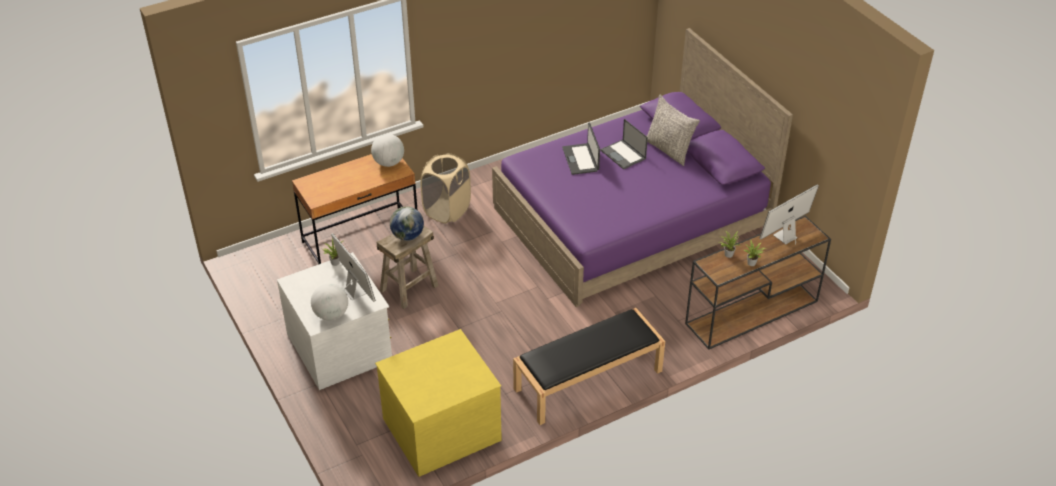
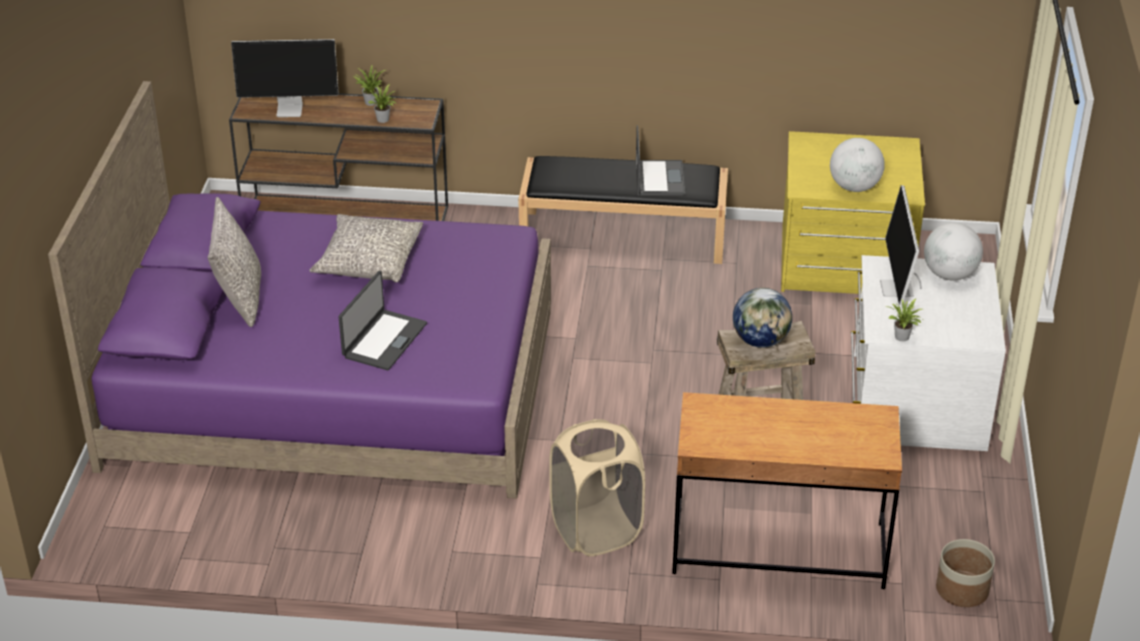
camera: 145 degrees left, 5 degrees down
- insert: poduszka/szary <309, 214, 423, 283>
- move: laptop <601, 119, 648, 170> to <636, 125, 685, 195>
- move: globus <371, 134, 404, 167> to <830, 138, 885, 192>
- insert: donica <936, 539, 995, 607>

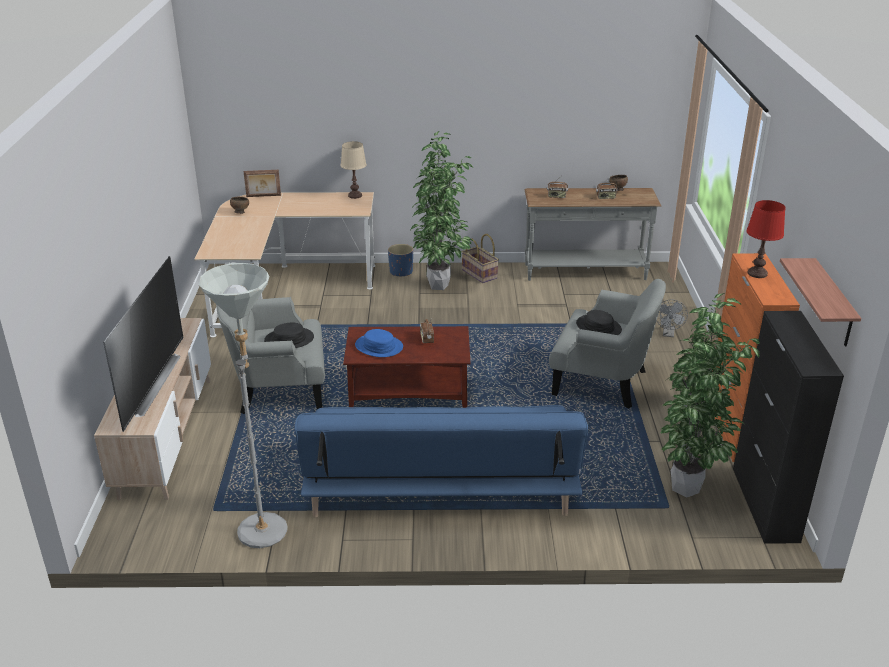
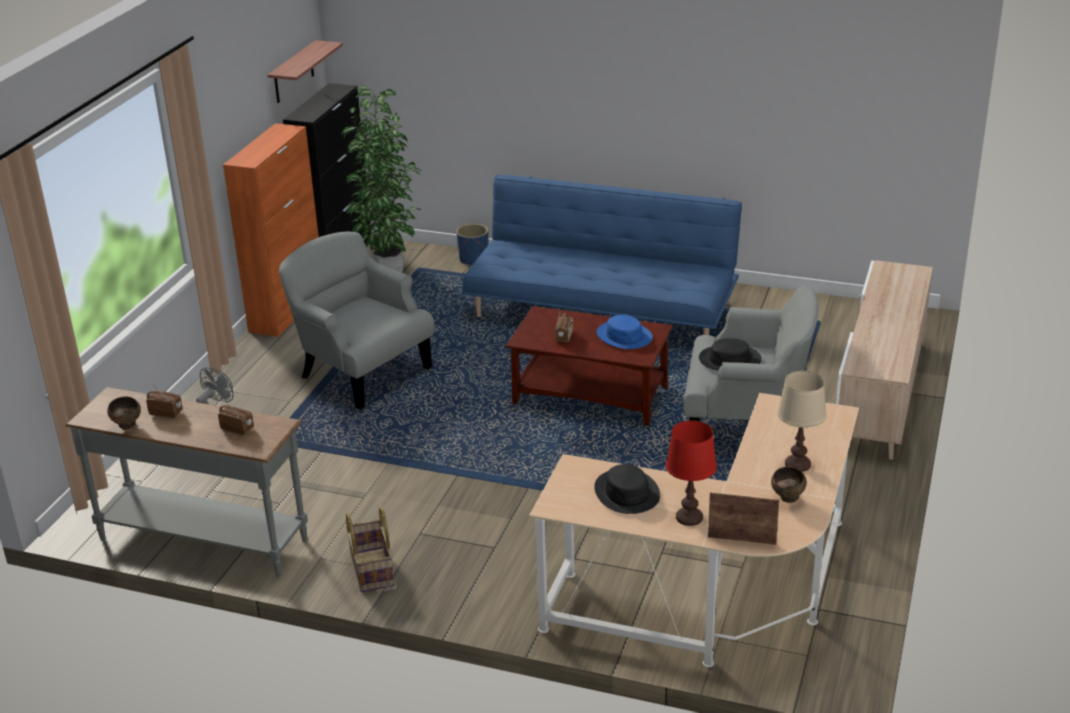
camera: 160 degrees left, 0 degrees up
- move: donica/niebieski <388, 244, 413, 276> to <456, 224, 489, 265>
- move: kapelusz/czarny <576, 310, 622, 335> to <594, 464, 660, 514>
- move: lampa stołowa/czerwony <746, 200, 786, 278> to <666, 420, 717, 526>
- move: lampa stołowa/beżowy <340, 141, 367, 199> to <777, 371, 827, 472>
- delete: telewizor <103, 256, 184, 432>
- delete: lampa stojąca/szary <198, 263, 288, 548>
- delete: roślina doniczkowa <411, 131, 473, 290>

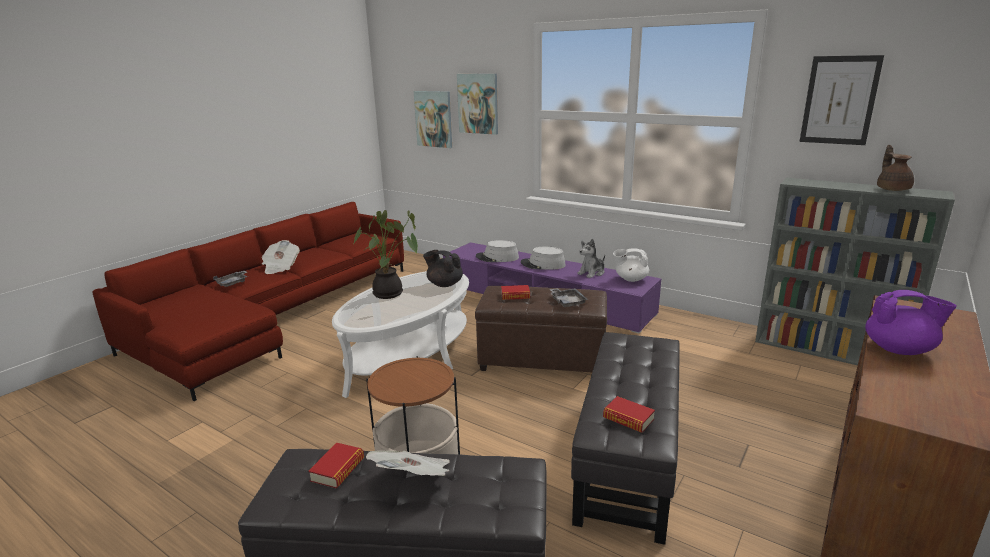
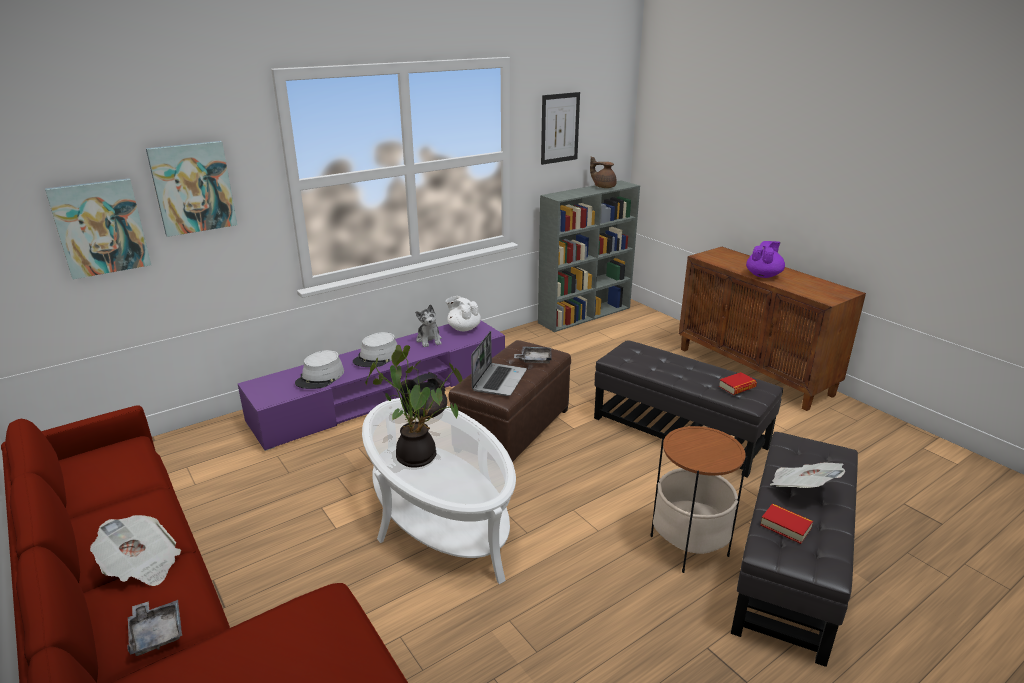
camera: 70 degrees left, 5 degrees up
- rotate: imbryk/biały <613, 248, 649, 282> = <446, 296, 481, 331> 105 degrees clockwise
- replace: książka <501, 285, 530, 300> to laptop <471, 331, 527, 396>

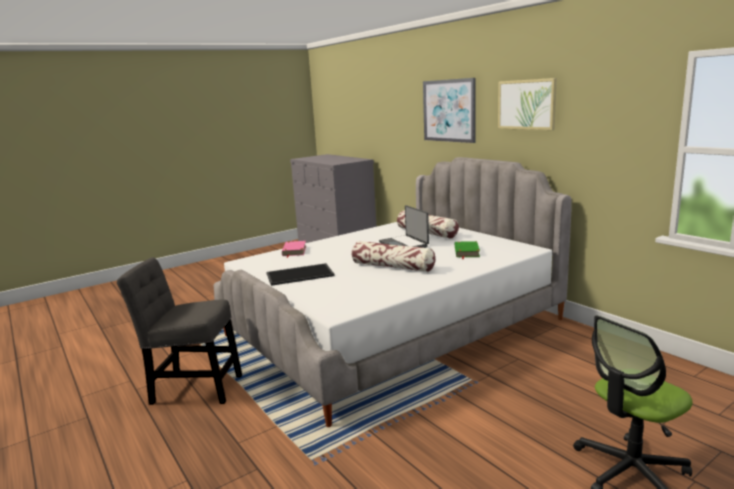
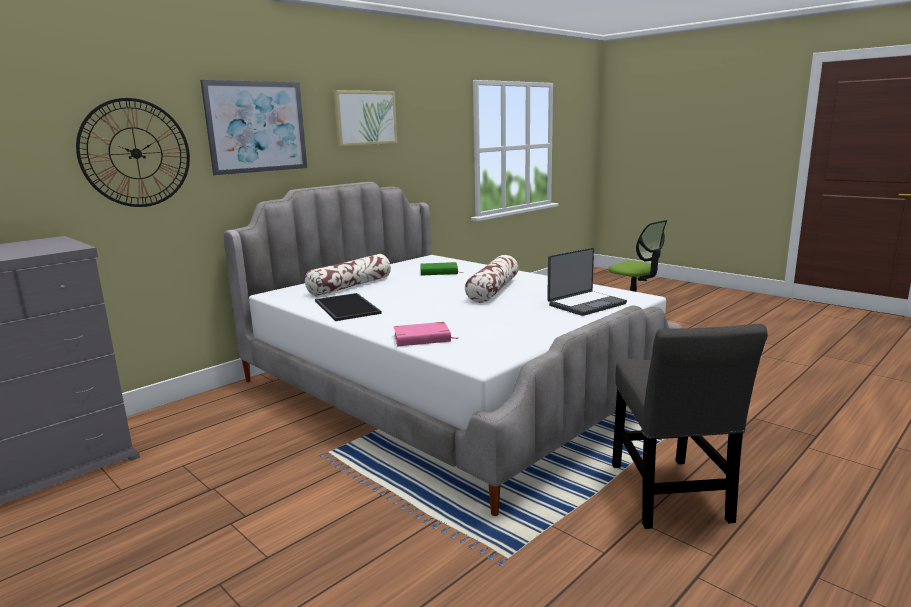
camera: 100 degrees left, 0 degrees up
- insert: zegar ścienny <76, 98, 190, 207>
- move: taca <266, 263, 335, 286> to <315, 293, 382, 321>
- move: laptop <379, 205, 429, 248> to <547, 248, 627, 316>

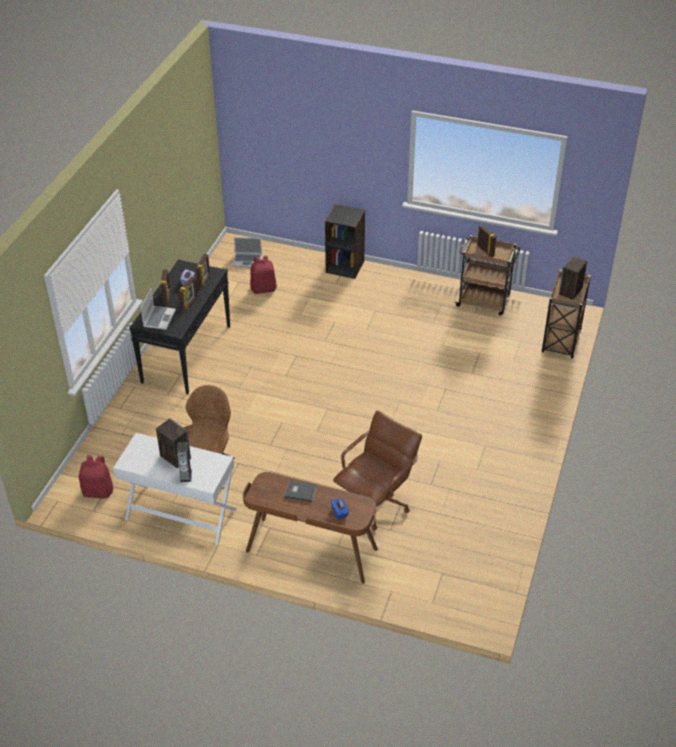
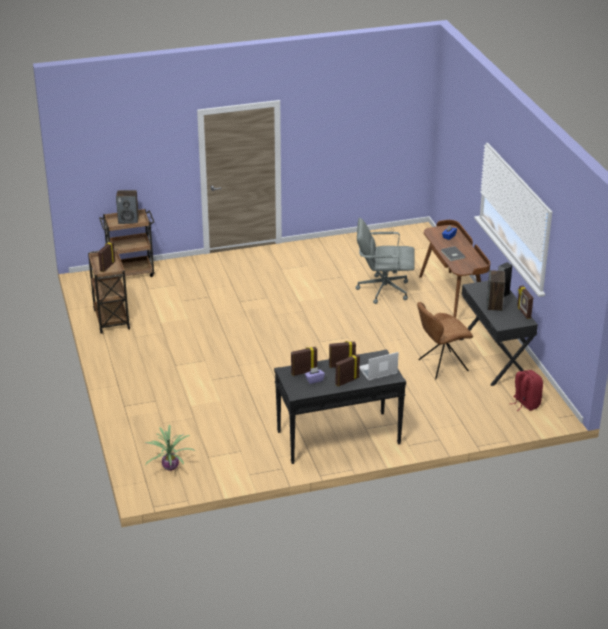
camera: 125 degrees left, 10 degrees down
- replace: laptop <233, 237, 262, 267> to roślina doniczkowa <145, 425, 195, 471>
- recolor: krzesło biurowe/brązowy <333, 411, 422, 531> to krzesło biurowe/szary <356, 218, 415, 304>
- recolor: biurko/biały <113, 433, 237, 545> to biurko/czarny <460, 281, 538, 386>
- insert: ramka na zdjęcie <517, 286, 533, 319>
- delete: plecak/czerwony <250, 256, 277, 294>
- delete: regał/czarny <325, 204, 365, 279>

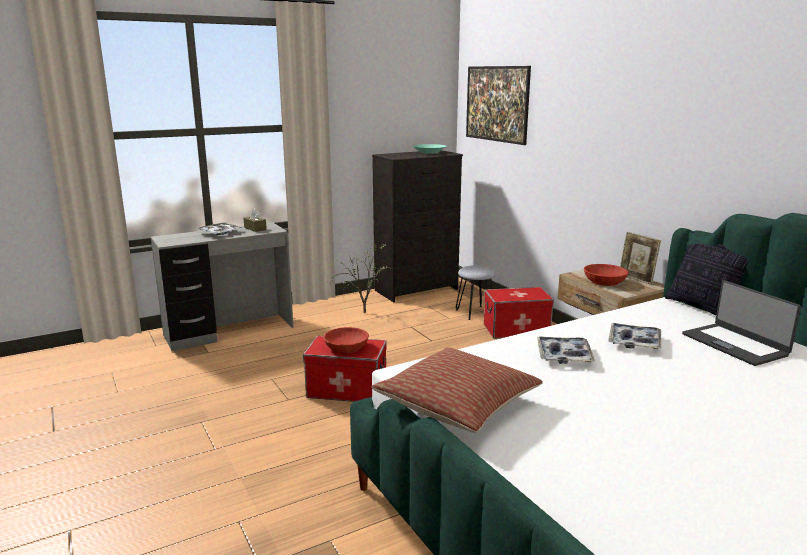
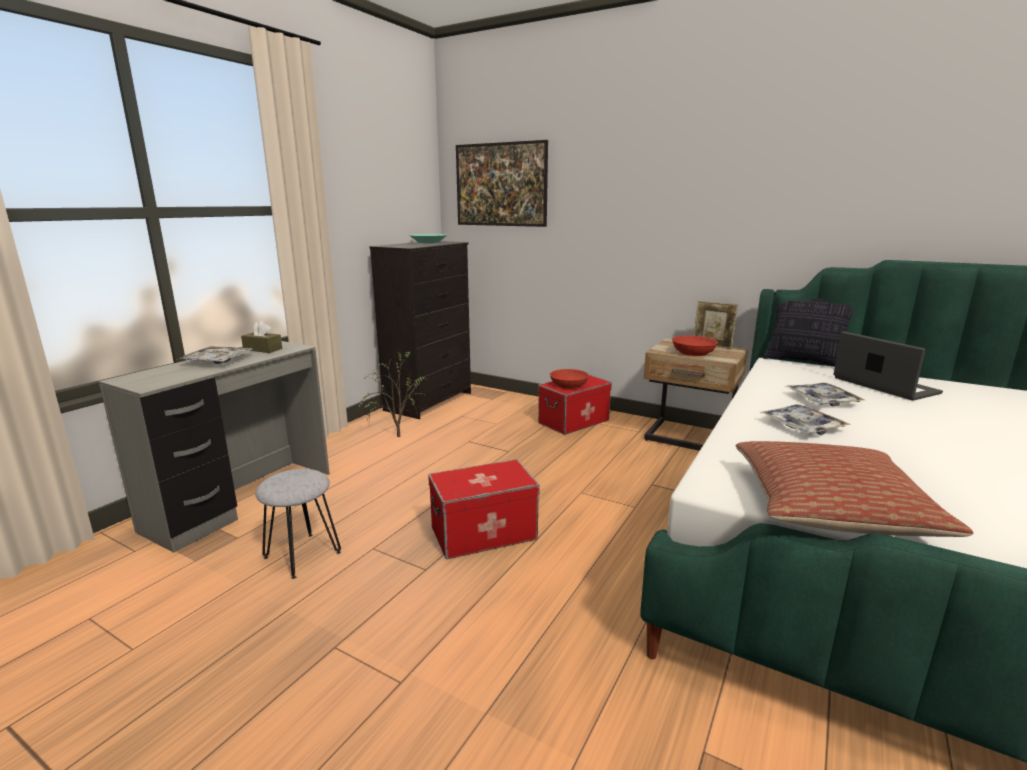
camera: 30 degrees left, 0 degrees up
- move: stołek/szary <456, 265, 496, 320> to <255, 469, 341, 579>
- move: miska/czerwony <323, 327, 369, 354> to <550, 369, 589, 389>
- rotate: laptop <682, 280, 801, 366> = <833, 331, 943, 401> 150 degrees counterclockwise

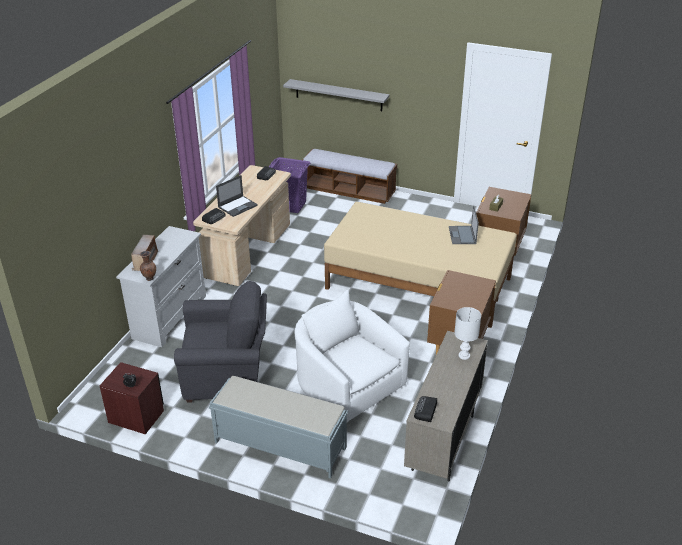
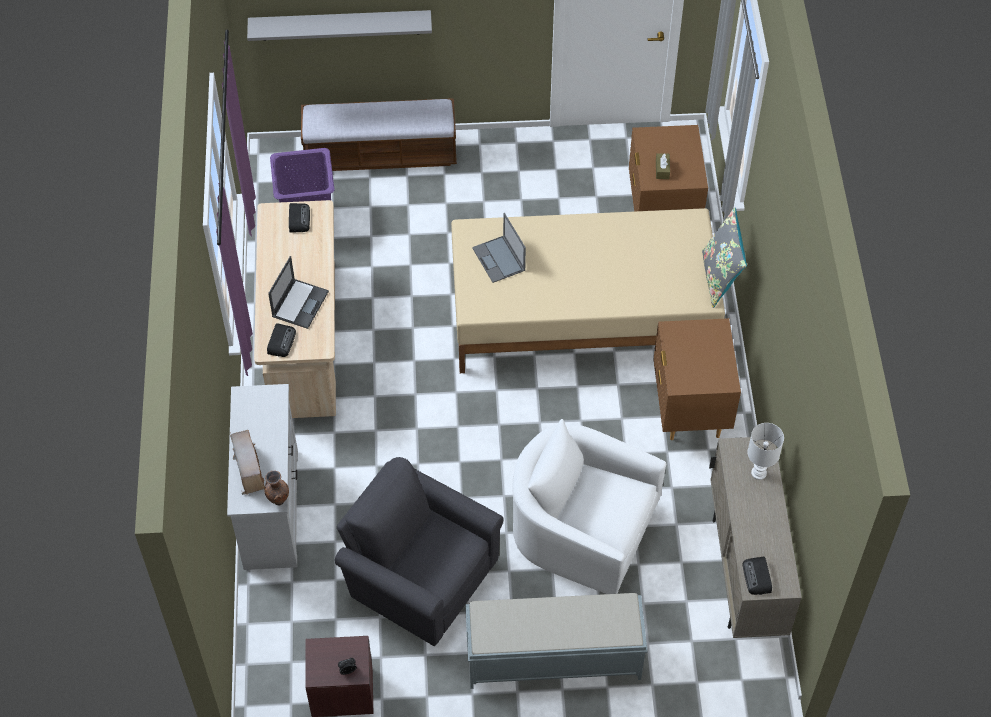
camera: 25 degrees left, 20 degrees up
- rotate: fotel/szary <174, 281, 267, 403> = <335, 457, 503, 646> 120 degrees counterclockwise
- move: laptop <449, 206, 479, 244> to <472, 213, 526, 283>
- insert: poduszka/szary <702, 208, 747, 308>

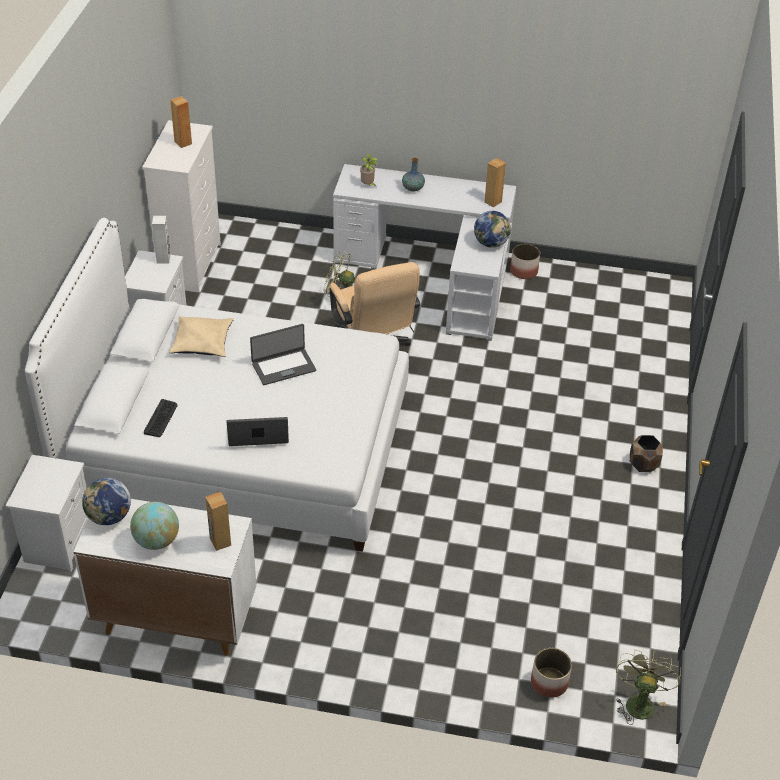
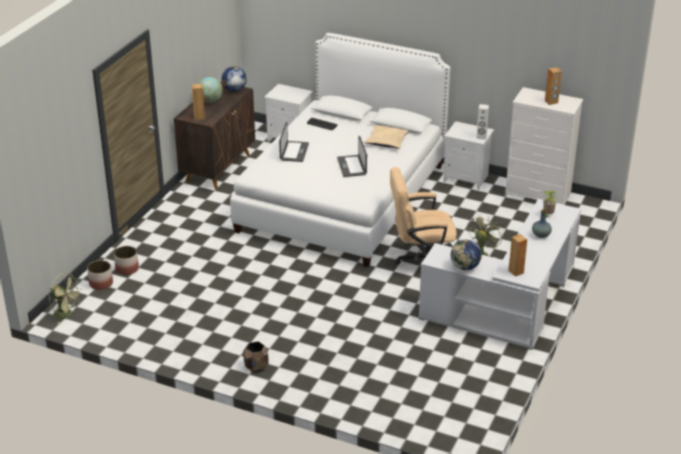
camera: 105 degrees right, 10 degrees down
- move: donica <510, 244, 540, 279> to <114, 246, 139, 275>
- recolor: szafka/biały <73, 499, 256, 655> to szafka/brązowy <174, 82, 255, 190>

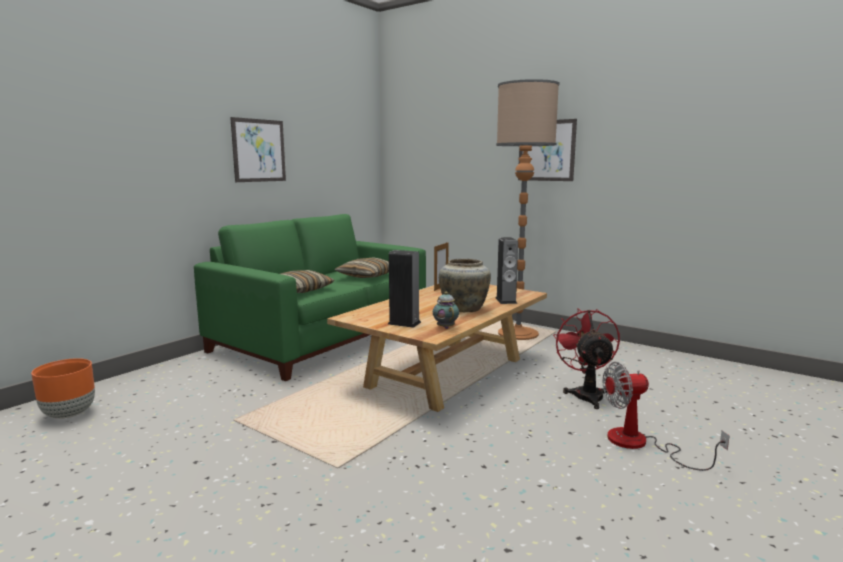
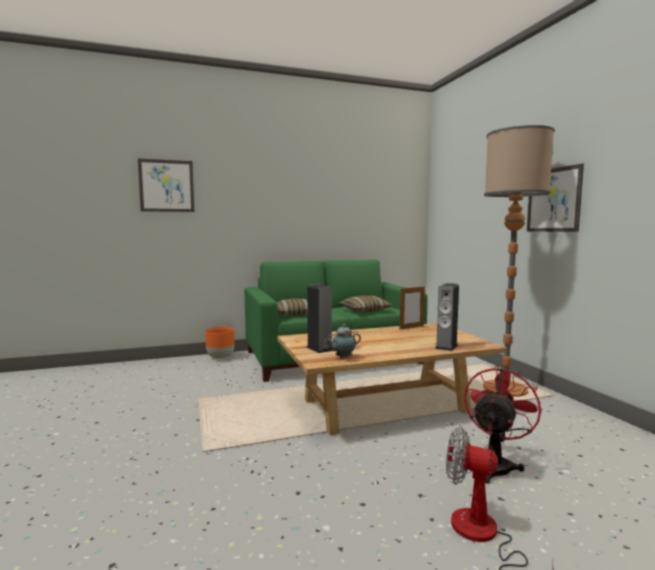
camera: 35 degrees right, 5 degrees down
- move: obraz <230, 117, 286, 182> to <138, 158, 194, 212>
- move: donica/pomarańczowy <31, 358, 95, 419> to <205, 327, 235, 359>
- rotate: imbryk <433, 292, 459, 329> = <325, 324, 361, 359> 135 degrees counterclockwise
- delete: wazon/beżowy <439, 259, 491, 312>

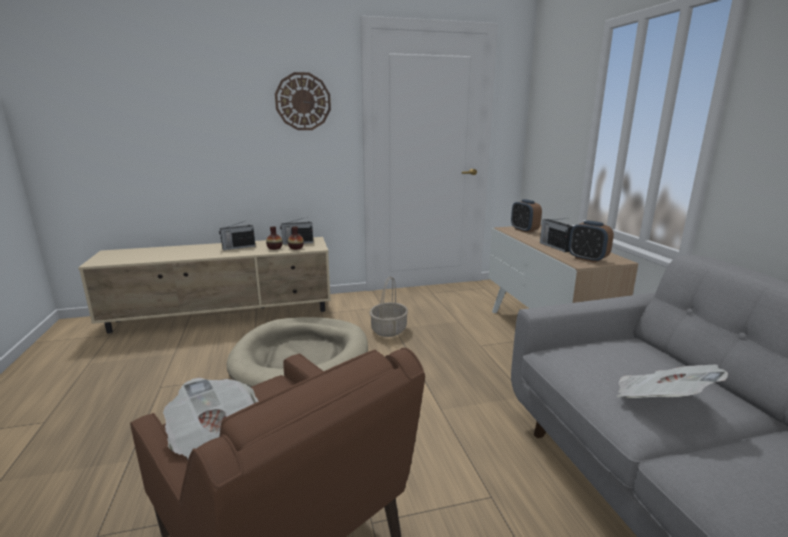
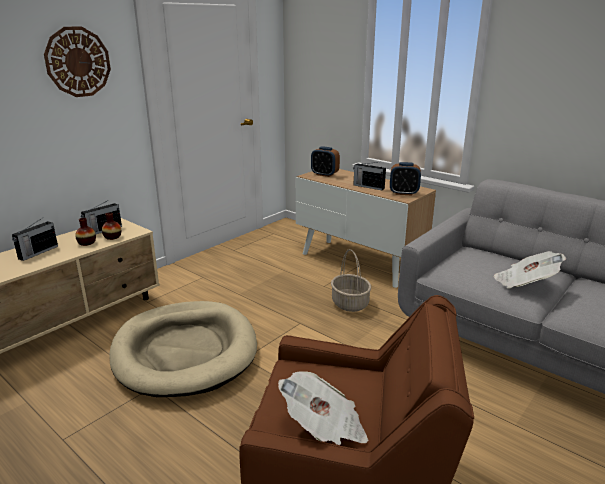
camera: 35 degrees left, 5 degrees up
- move: koszyk <370, 276, 408, 337> to <331, 249, 371, 312>

